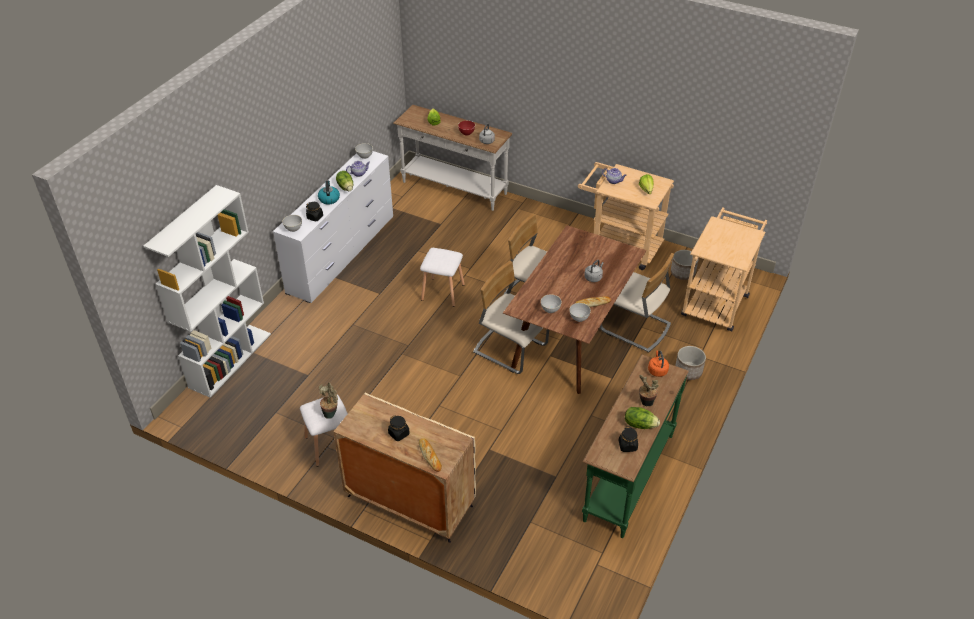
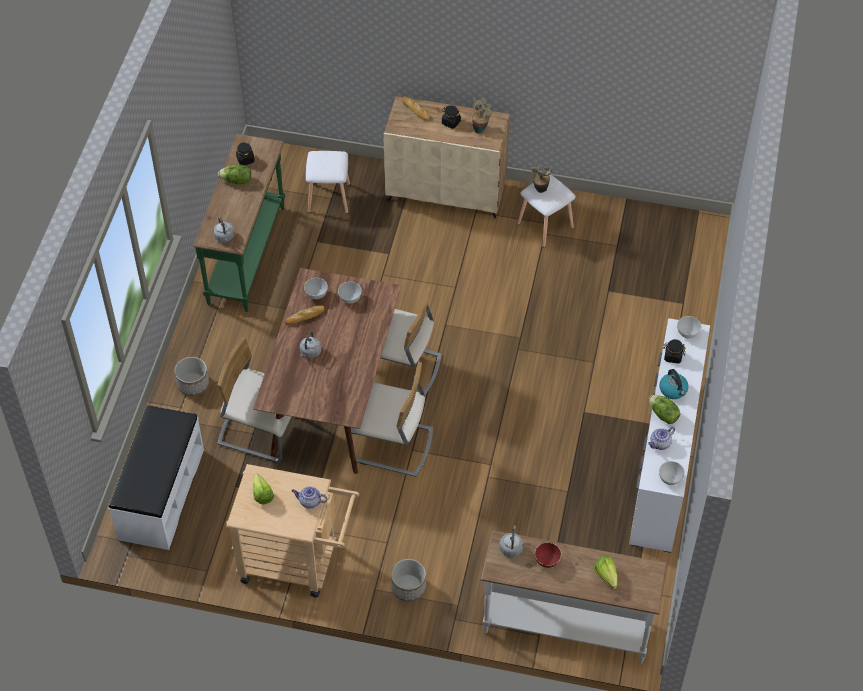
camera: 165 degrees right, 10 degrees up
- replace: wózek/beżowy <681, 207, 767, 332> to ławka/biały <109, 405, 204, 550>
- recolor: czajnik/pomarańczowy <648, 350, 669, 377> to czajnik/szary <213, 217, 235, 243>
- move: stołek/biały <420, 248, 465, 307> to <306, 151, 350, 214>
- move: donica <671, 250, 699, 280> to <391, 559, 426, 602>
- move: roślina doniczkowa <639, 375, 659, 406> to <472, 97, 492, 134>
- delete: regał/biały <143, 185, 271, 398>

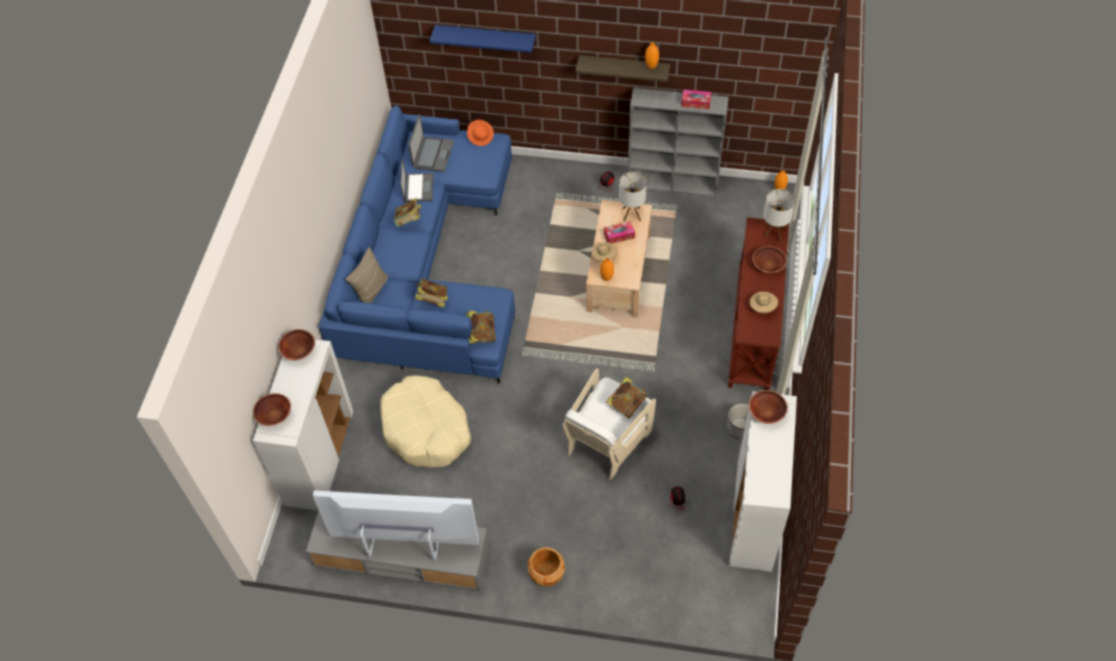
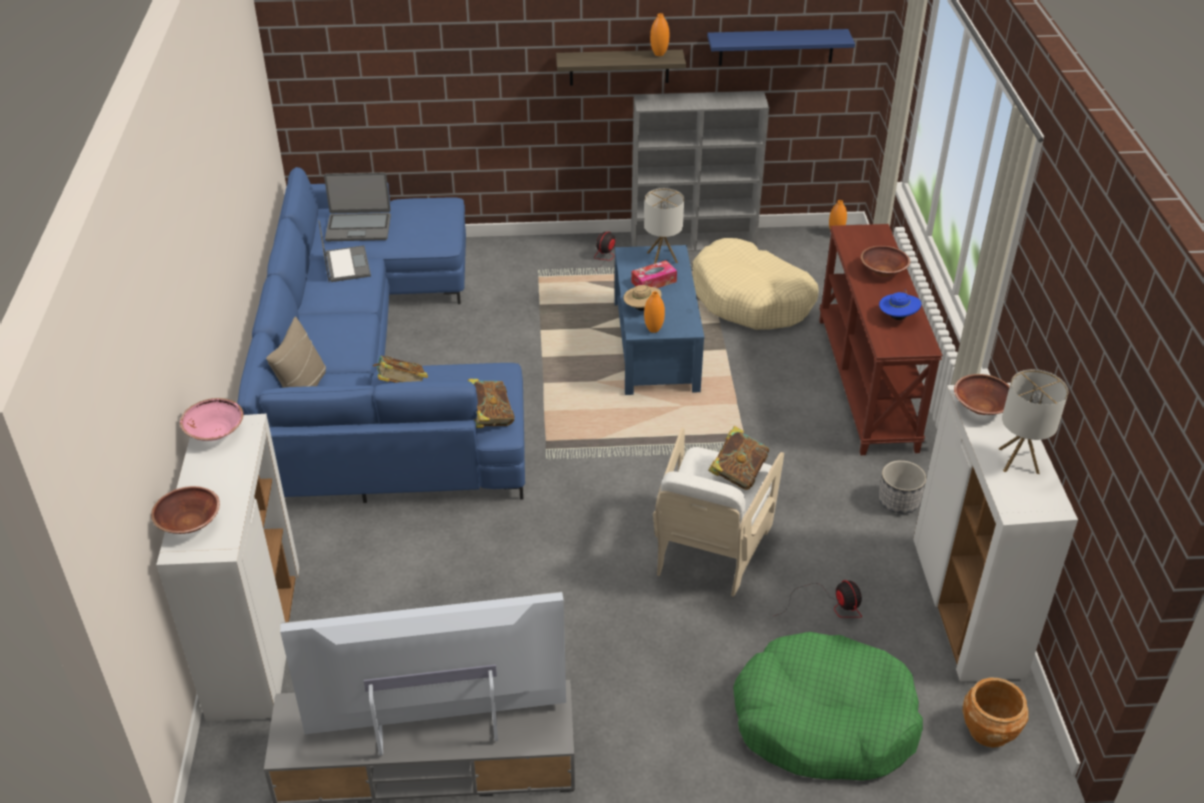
camera: 15 degrees left, 15 degrees down
- recolor: miska/brązowy <278, 329, 315, 361> to miska/różowy <180, 398, 244, 441>
- rotate: laptop <408, 114, 454, 172> = <324, 172, 391, 241> 90 degrees clockwise
- recolor: ława/beżowy <586, 200, 652, 318> to ława/niebieski <615, 245, 704, 395>
- move: legowisko/beżowy <380, 375, 471, 467> to <693, 238, 819, 330>
- move: półka/niebieski <430, 25, 536, 53> to <707, 29, 855, 66>
- insert: legowisko/zielony <733, 632, 923, 781>
- recolor: kapelusz/beżowy <750, 292, 778, 313> to kapelusz/niebieski <879, 289, 921, 320>
- move: donica/brązowy <528, 547, 565, 586> to <962, 678, 1028, 748>
- move: lampa stołowa <763, 189, 795, 242> to <999, 369, 1068, 474>
- delete: książka <394, 198, 421, 227>
- delete: kapelusz/pomarańczowy <467, 120, 494, 146>
- delete: pudełko chusteczek <681, 89, 711, 109>

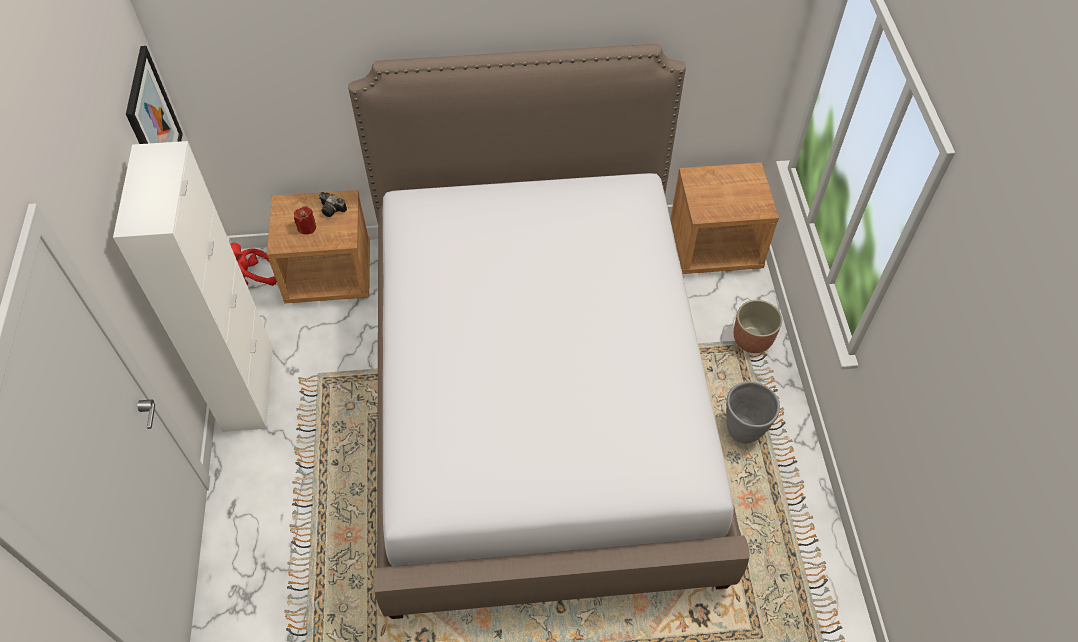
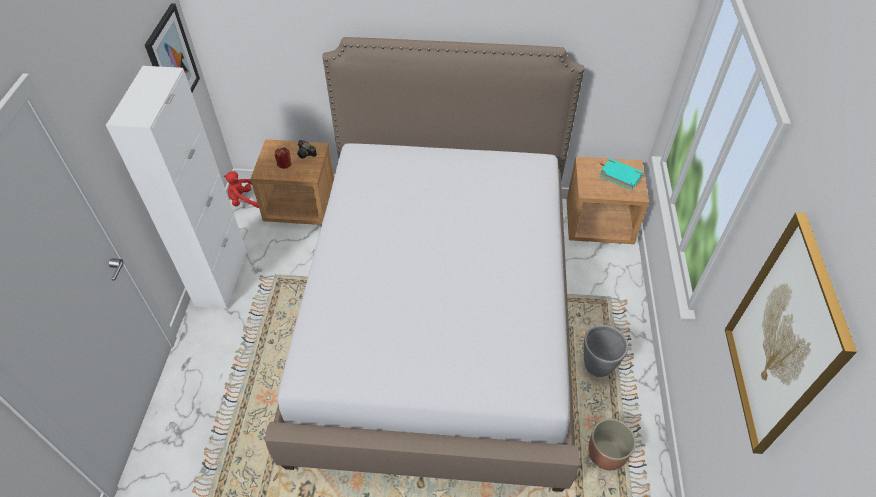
camera: 10 degrees right, 5 degrees down
- move: donica <734, 300, 782, 353> to <588, 419, 636, 470>
- insert: książka/turkusowy <599, 158, 643, 190>
- insert: obraz <725, 212, 857, 454>

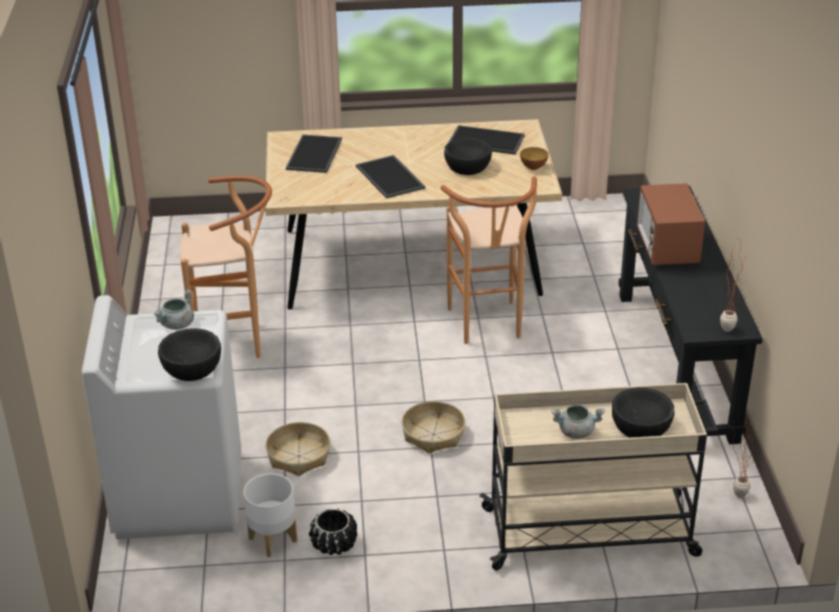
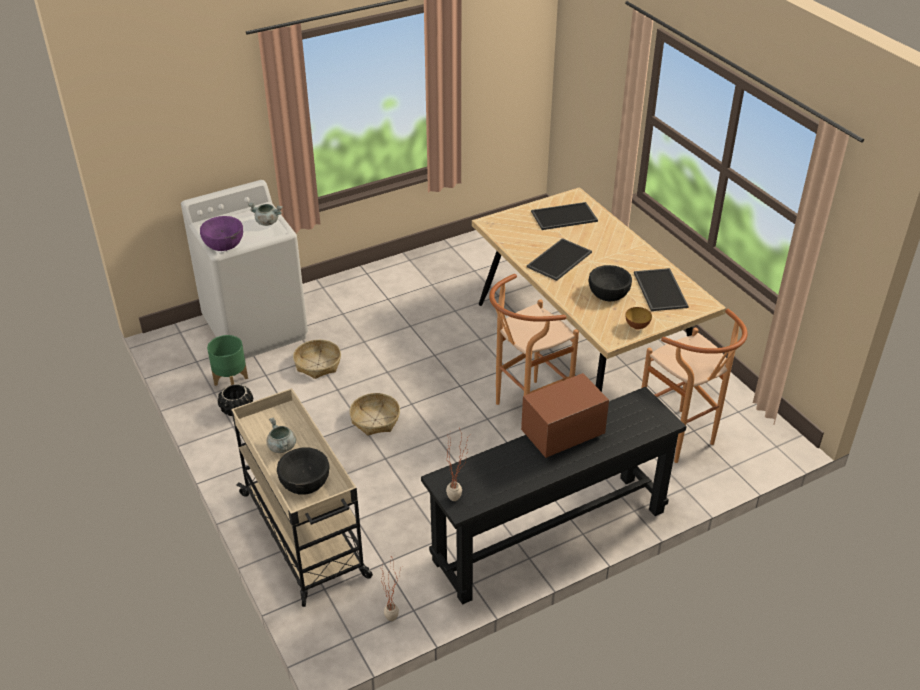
camera: 65 degrees right, 5 degrees up
- recolor: miska/czarny <158, 328, 221, 381> to miska/fioletowy <200, 216, 243, 251>
- recolor: donica/biały <243, 473, 297, 557> to donica/zielony <207, 335, 248, 386>
- move: stołek/brązowy <180, 175, 272, 358> to <642, 309, 747, 463>

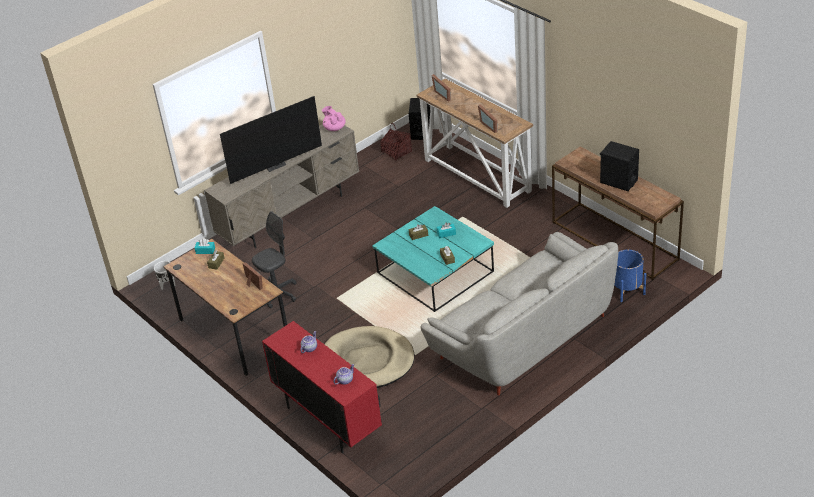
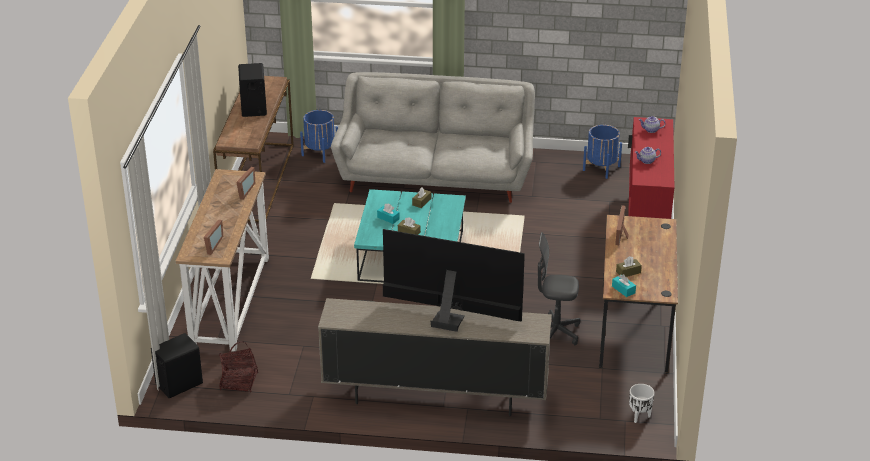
camera: 135 degrees left, 5 degrees down
- insert: donica/niebieski <583, 125, 622, 179>
- delete: imbryk/różowy <322, 106, 346, 131>
- delete: legowisko/beżowy <325, 326, 414, 388>

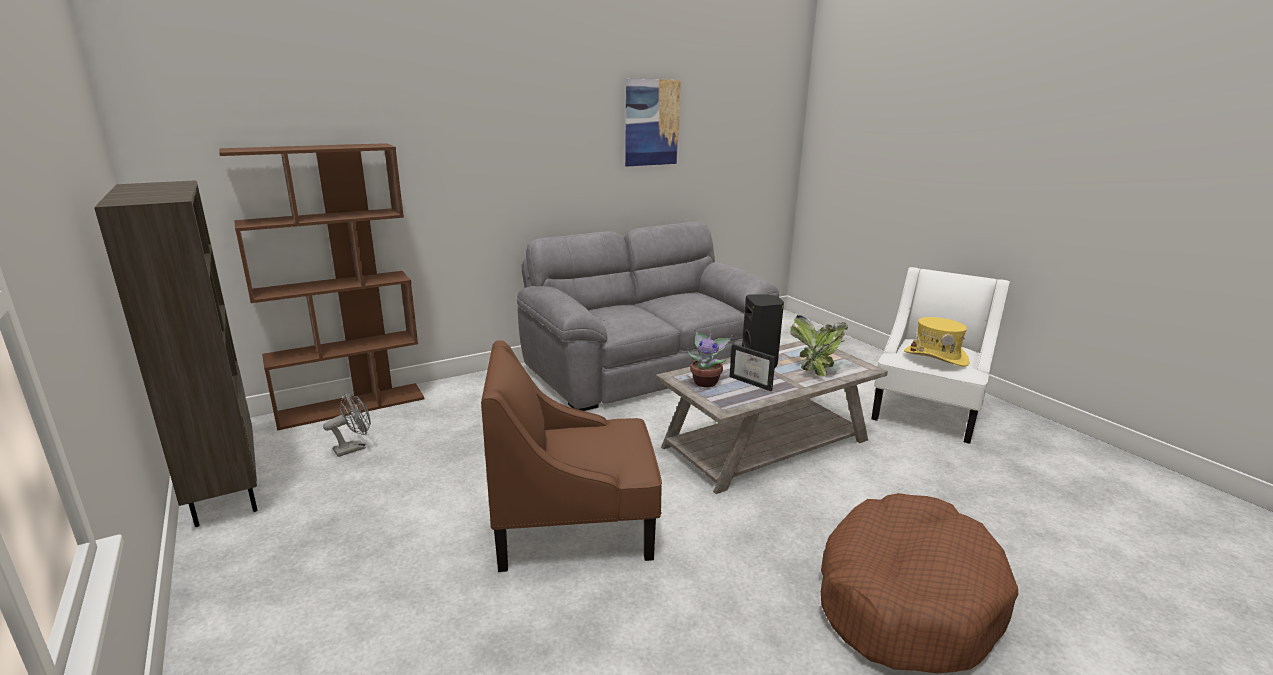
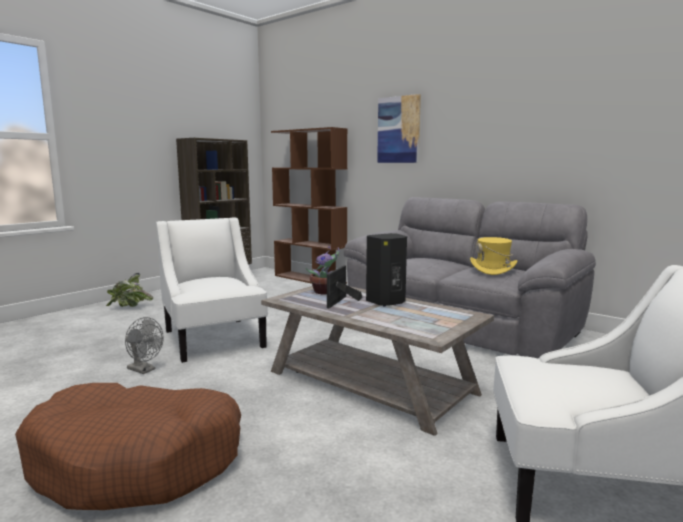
camera: 70 degrees right, 10 degrees down
- move: roślina doniczkowa <790, 315, 848, 376> to <106, 273, 153, 307>
- move: wentylator/szary <323, 393, 371, 457> to <125, 317, 163, 374>
- recolor: fotel/brązowy <481, 340, 662, 572> to fotel/biały <156, 218, 268, 363>
- move: obraz <625, 79, 681, 166> to <377, 94, 421, 163>
- move: kapelusz/żółty <904, 317, 970, 366> to <470, 237, 517, 275>

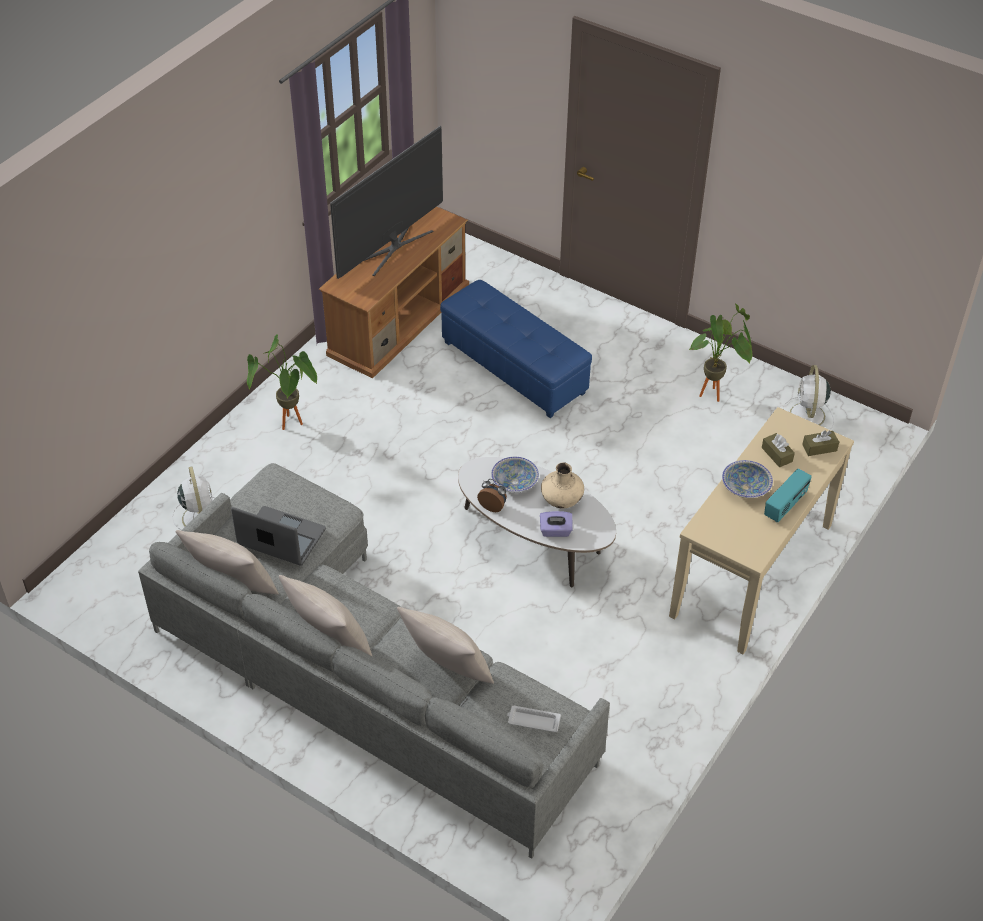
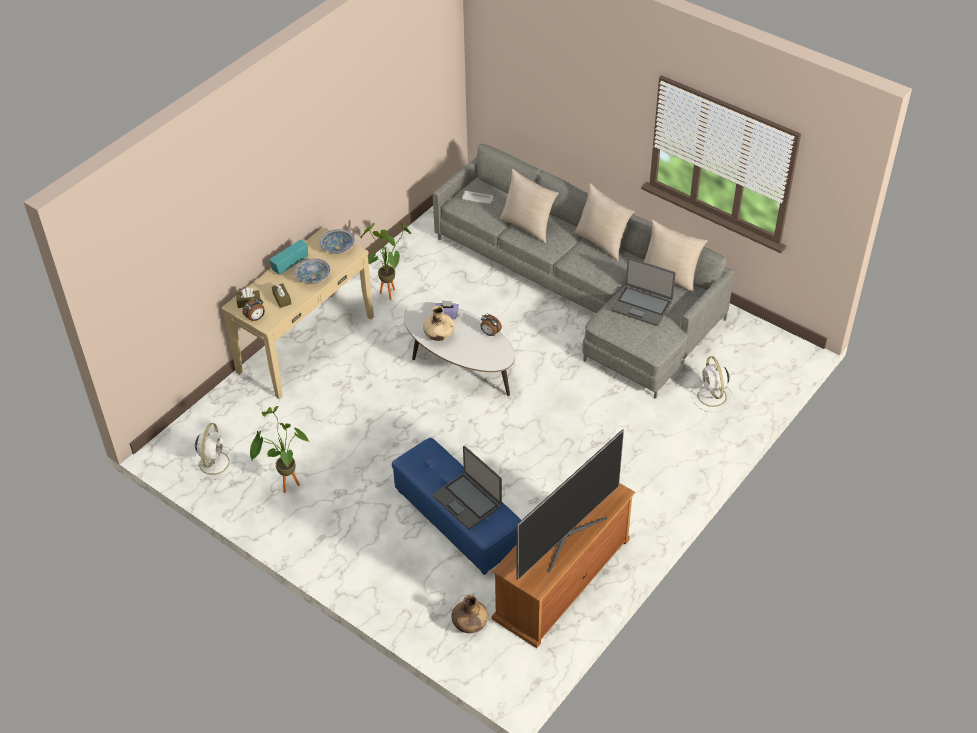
camera: 175 degrees left, 0 degrees up
- insert: budzik <242, 297, 265, 322>
- move: miska <491, 457, 539, 492> to <320, 229, 355, 254>
- move: roślina doniczkowa <247, 334, 317, 430> to <360, 223, 411, 300>
- insert: laptop <433, 446, 502, 529>
- insert: wazon/brązowy <452, 595, 488, 633>

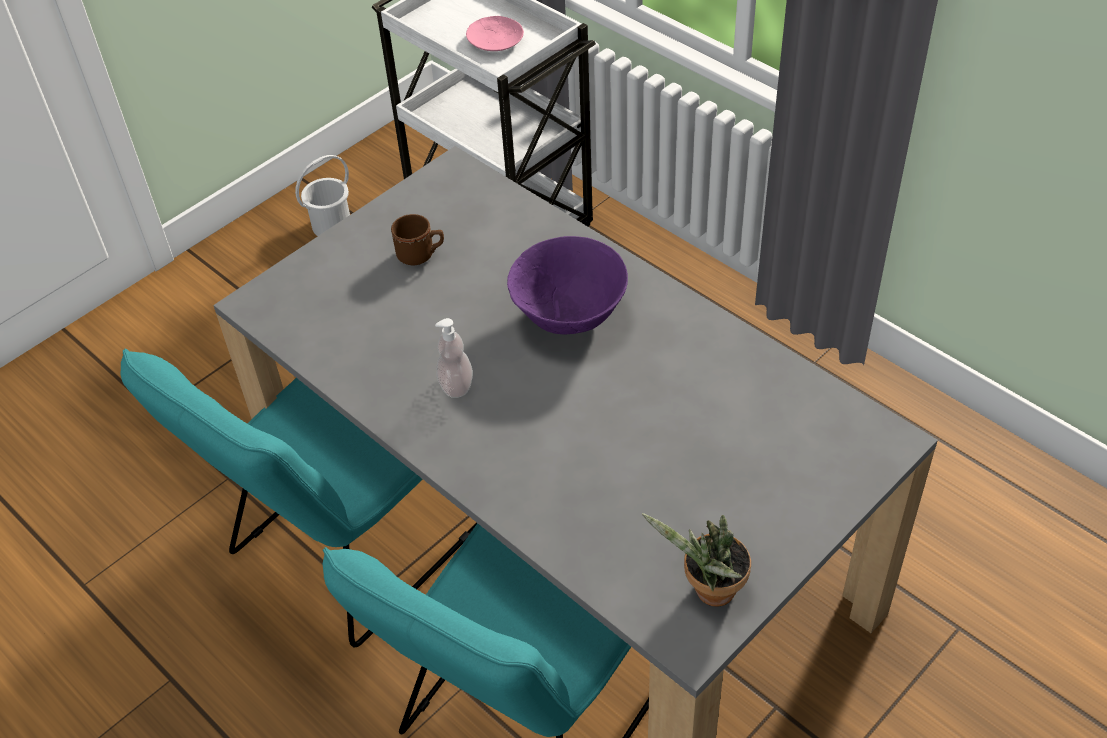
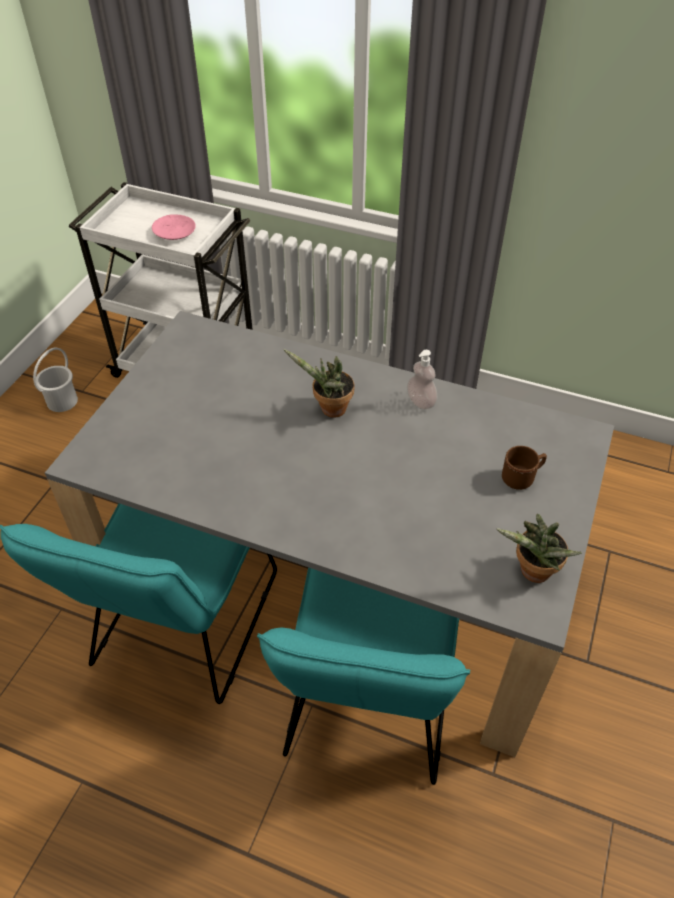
camera: 25 degrees left, 0 degrees up
- replace: miska/fioletowy <507, 236, 628, 334> to roślina doniczkowa <283, 349, 355, 417>
- move: dozownik mydła <435, 318, 473, 398> to <407, 350, 437, 410>
- move: kubek/brązowy <391, 214, 444, 265> to <502, 446, 547, 490>

